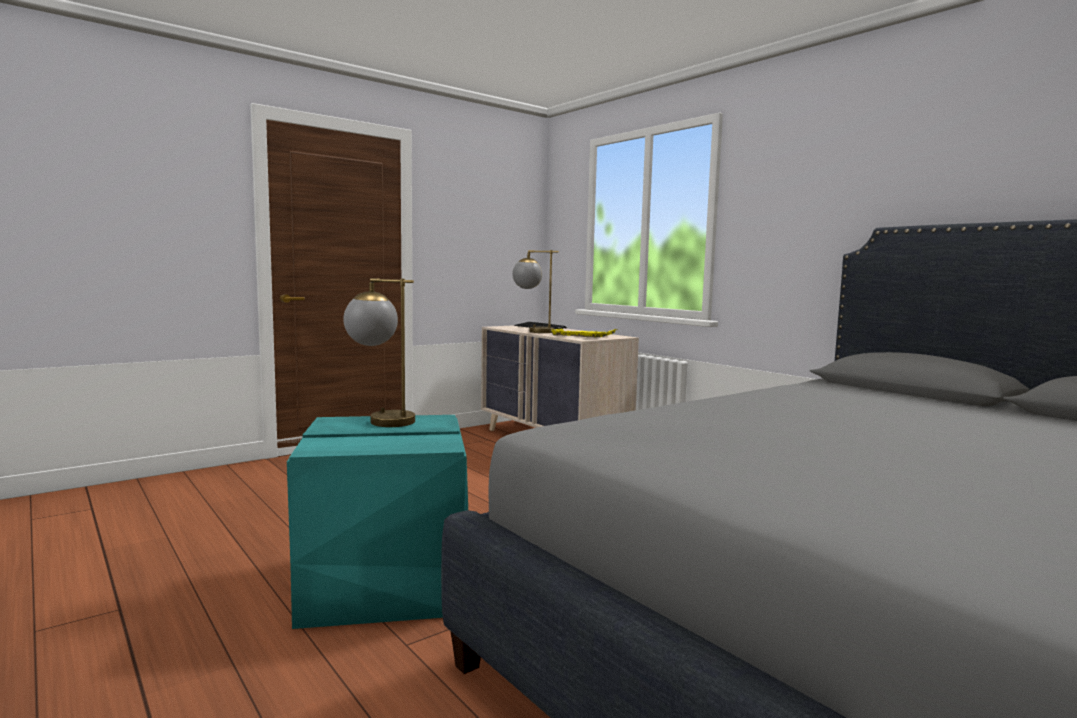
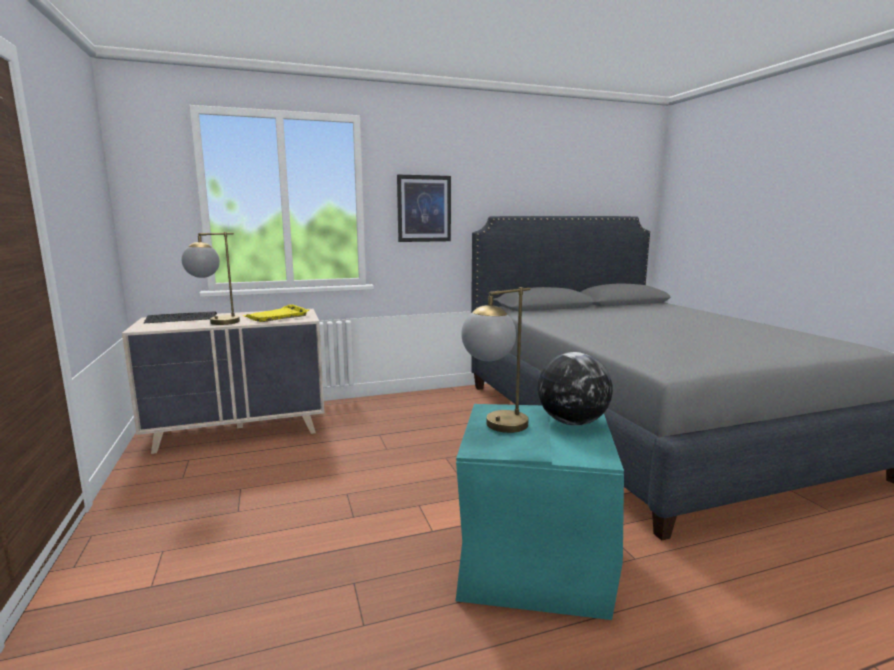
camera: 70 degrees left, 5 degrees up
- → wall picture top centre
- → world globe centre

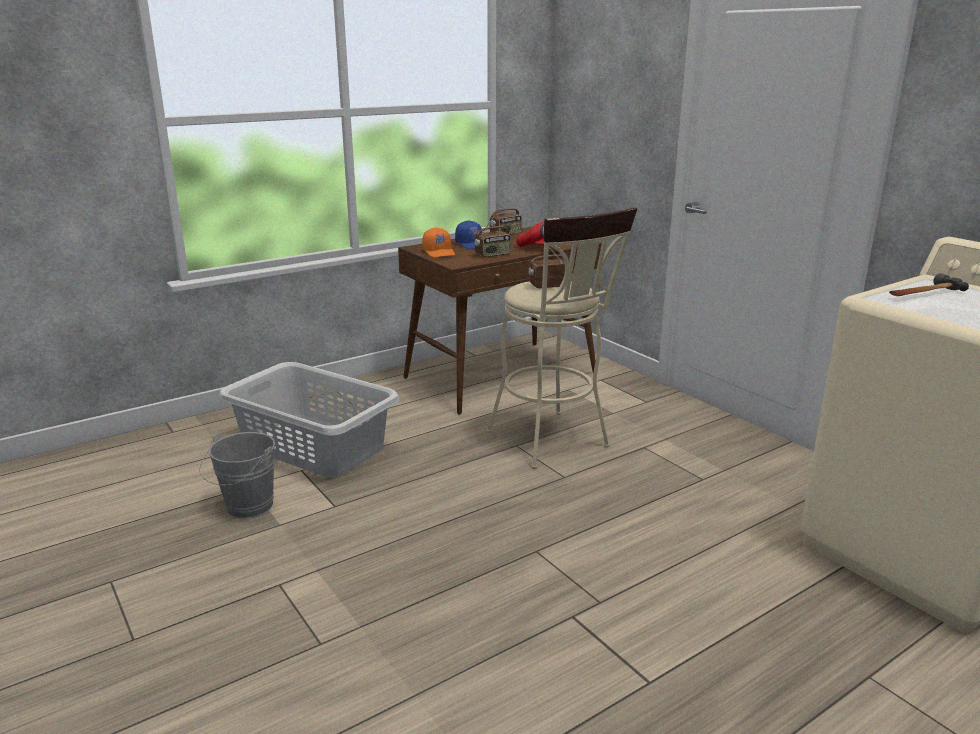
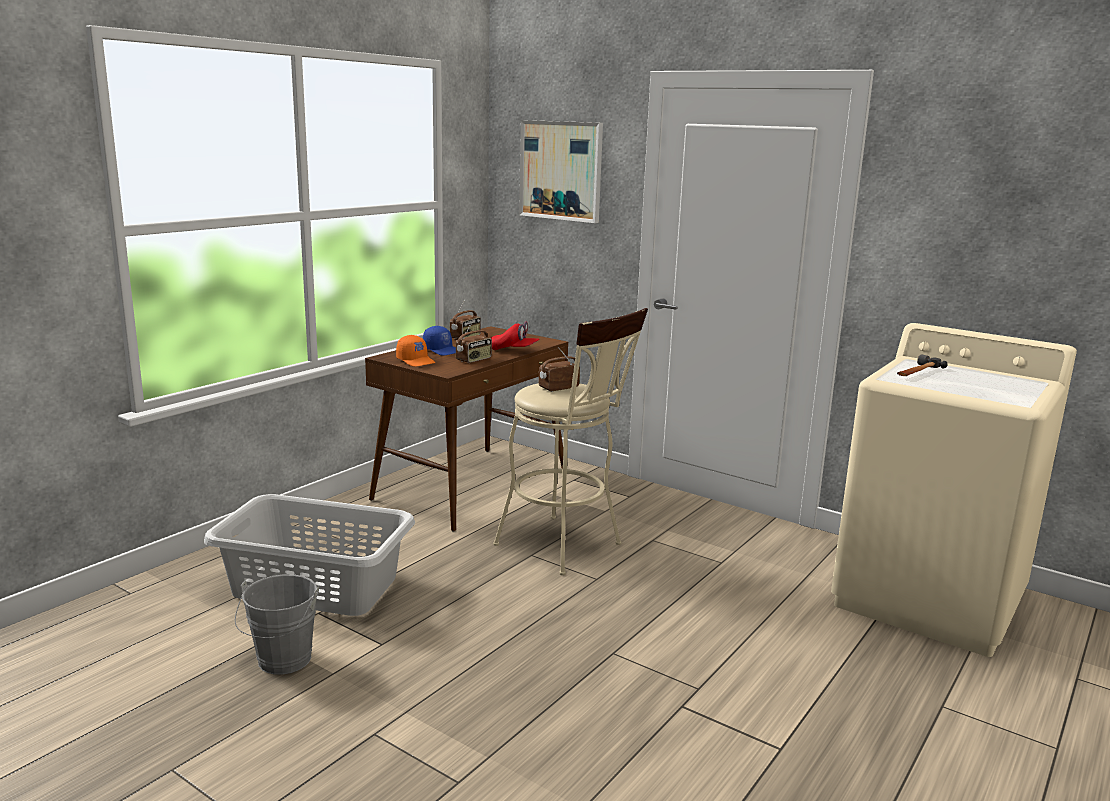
camera: 20 degrees left, 5 degrees down
- → wall picture top centre

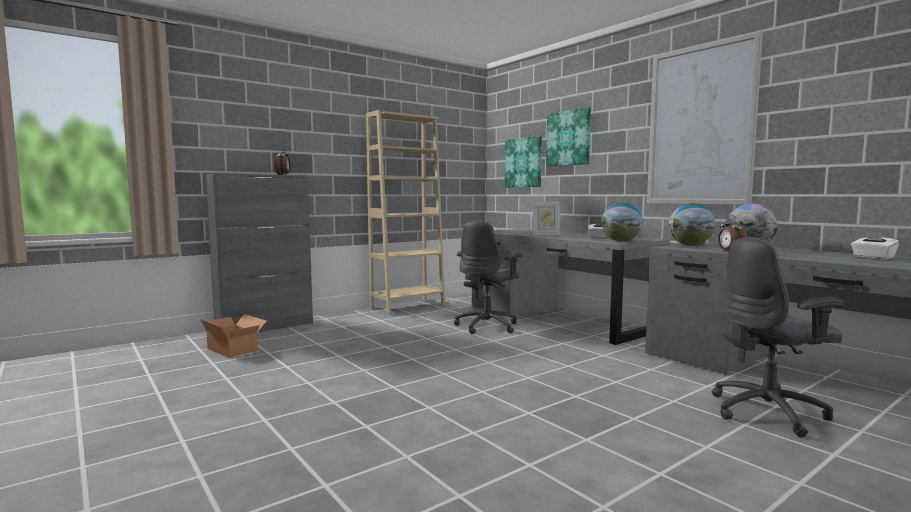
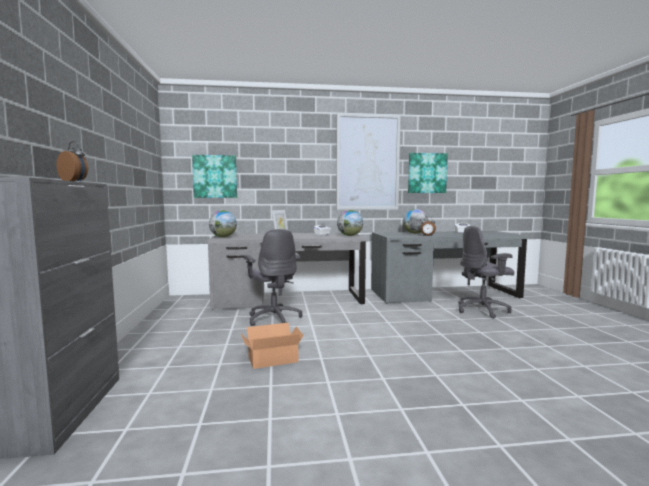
camera: 60 degrees left, 0 degrees up
bookcase/sand-coloured centre → -
carton middle left → carton bottom centre, relocated
wall picture (no. 2 from left in the first image) top centre → wall picture (no. 3 from left) centre, relocated
world globe (no. 2 from left in the first image) middle right → world globe (no. 1 from left) centre, relocated
computer chair/greyish (no. 2 from left) middle right, 60 degrees clockwise

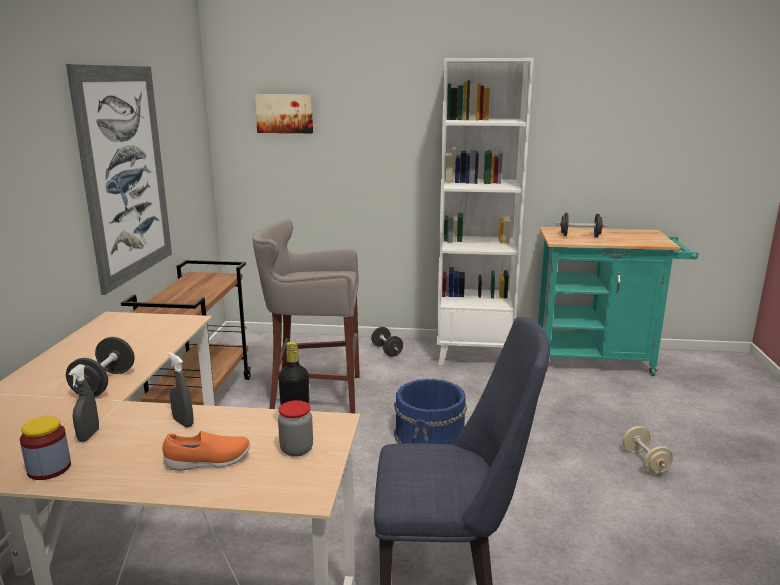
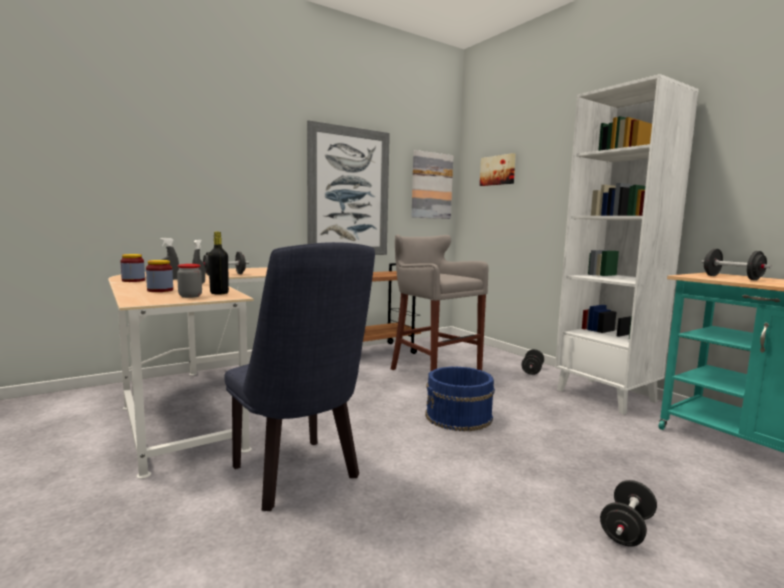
camera: 50 degrees right, 10 degrees down
- → wall picture (no. 2 from left) top centre
low shoe/orange bottom left → preserve jar (no. 2 from left) middle left
dumbbell/sand-coloured bottom right → dumbbell/black (no. 3 from left) bottom right

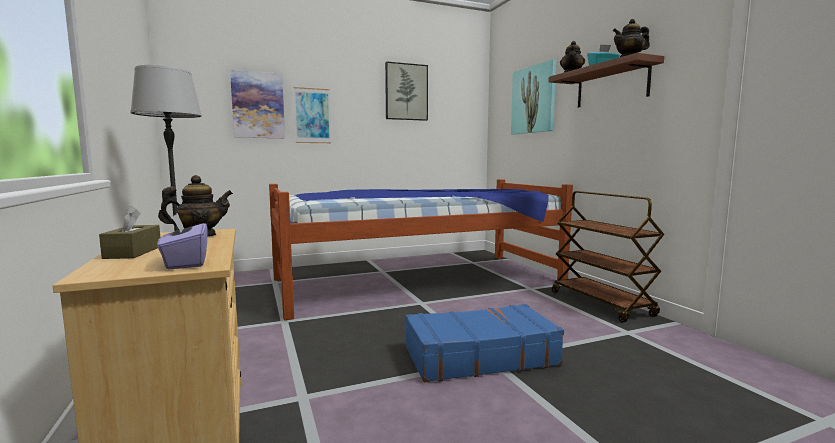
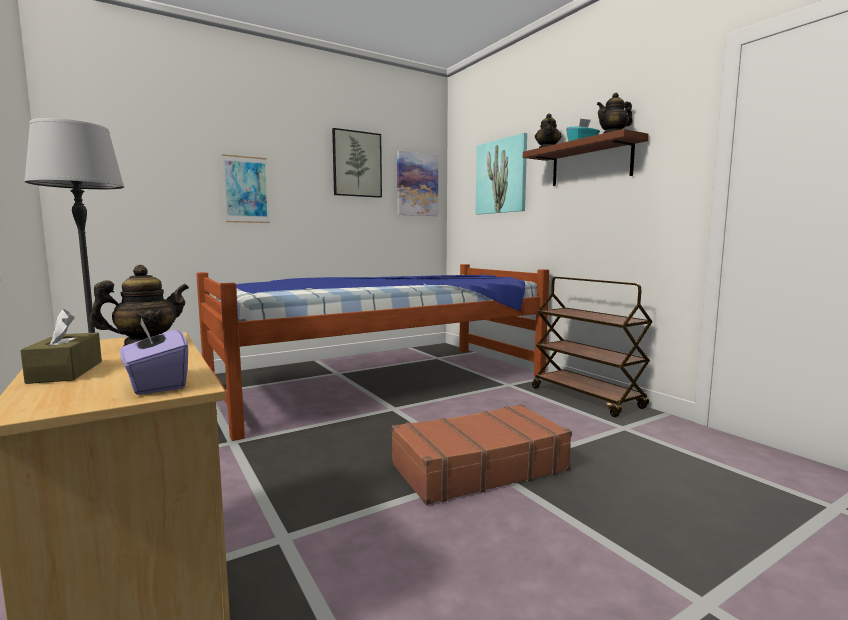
camera: 10 degrees left, 0 degrees up
wall picture (no. 1 from left in the first image) top left → wall picture (no. 3 from left) top centre, relocated
travel case/blue-coloured bottom centre → travel case/brownish bottom centre

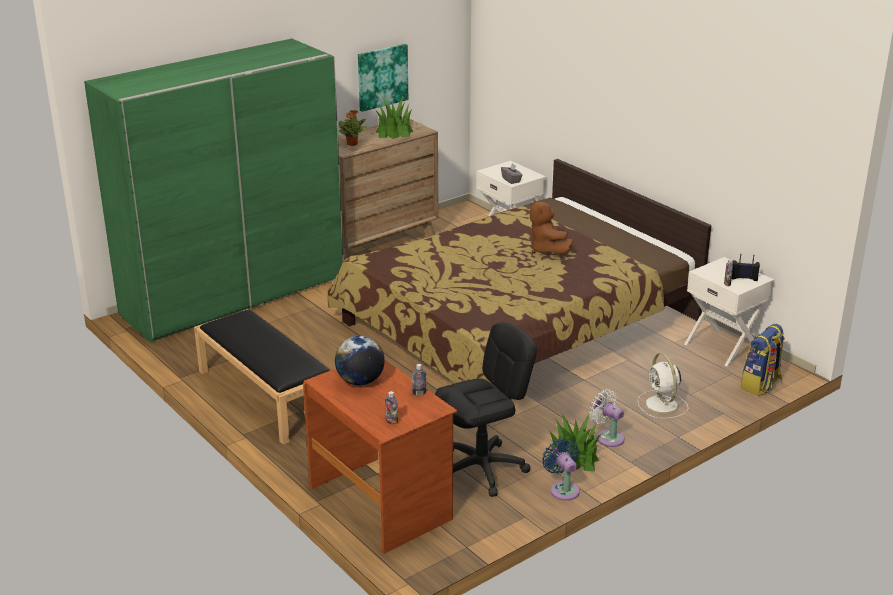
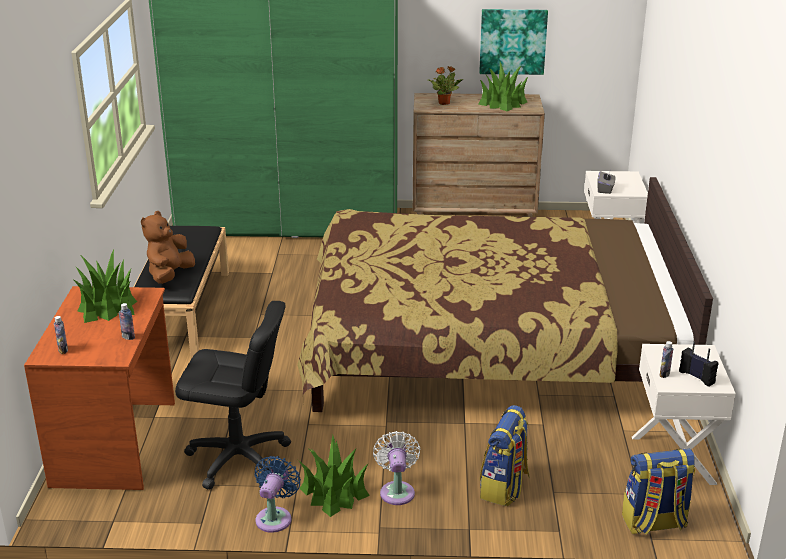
camera: 40 degrees right, 0 degrees up
soft toy/brownish centre → soft toy/brownish middle left, relocated
world globe centre → potted plant (no. 1 from left) middle left
cooling fan/white (no. 2 from left) middle right → backpack (no. 1 from left) bottom centre

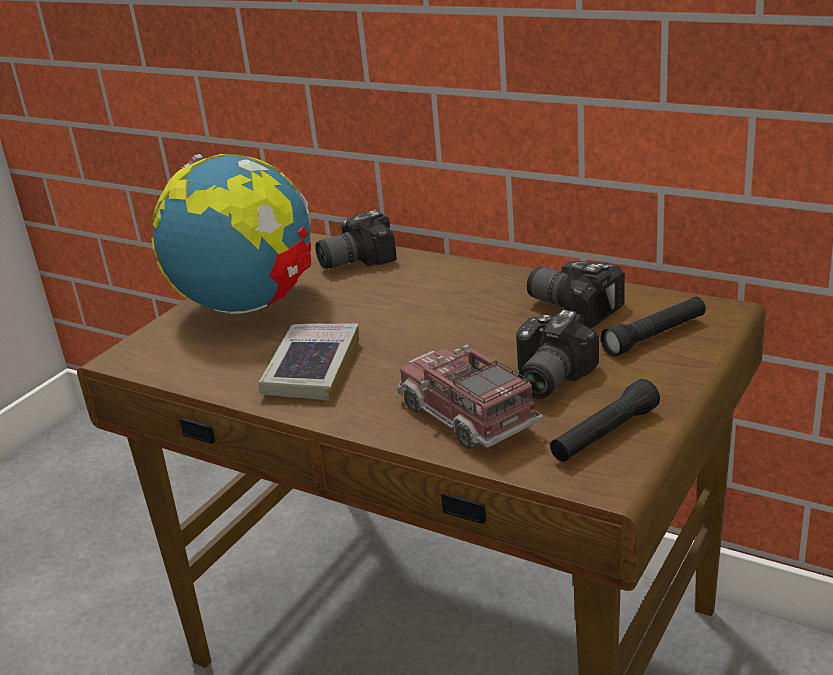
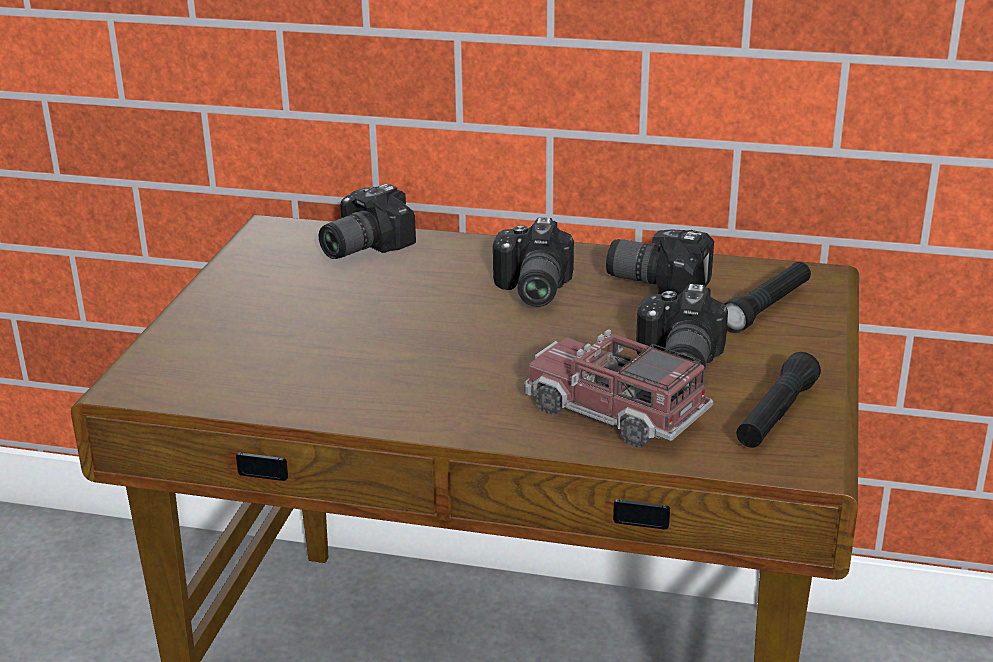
camera: 20 degrees left, 0 degrees up
world globe middle left → -
volume centre → -
- → still camera (no. 2 from left) centre

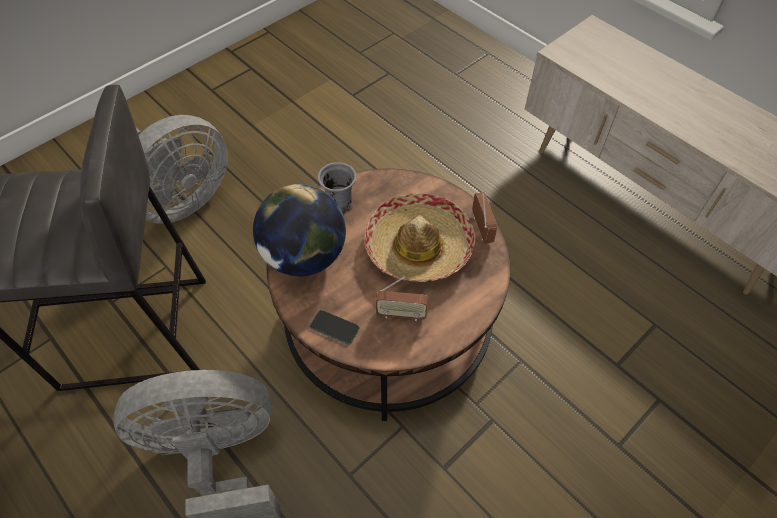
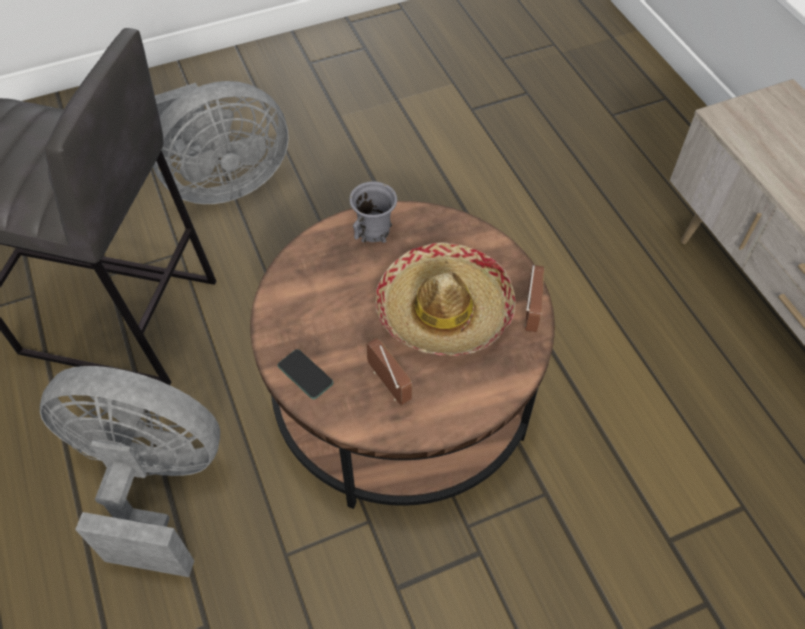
camera: 20 degrees right, 0 degrees up
world globe centre → -
radio receiver (no. 1 from left) centre, 150 degrees counterclockwise

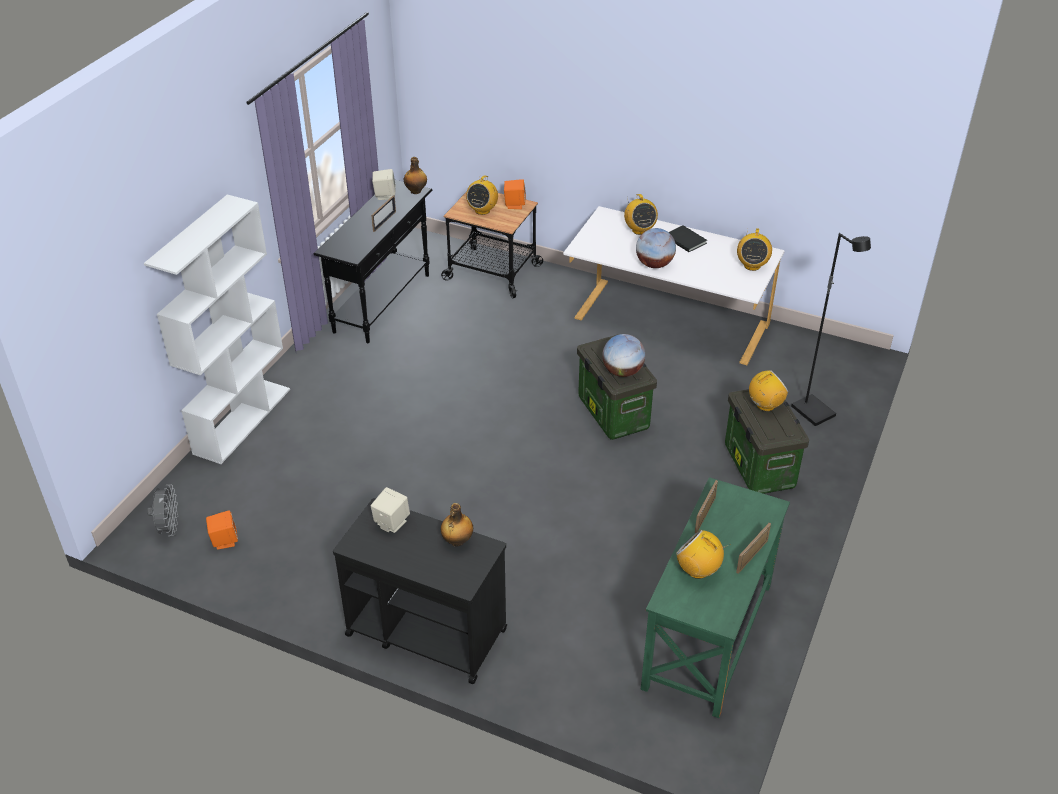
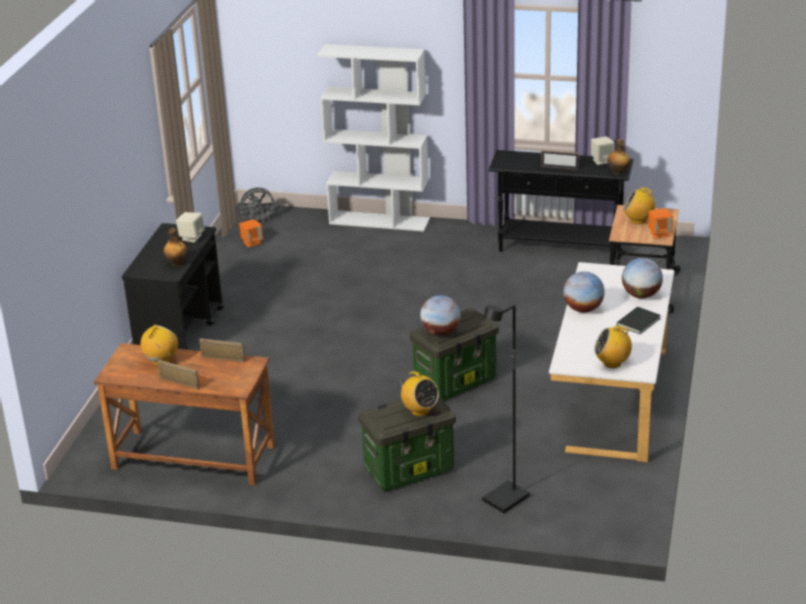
camera: 80 degrees right, 10 degrees down
radio receiver (no. 2 from left) top centre → world globe (no. 3 from left) middle right
desk table/greenish bottom right → desk table/brownish bottom left

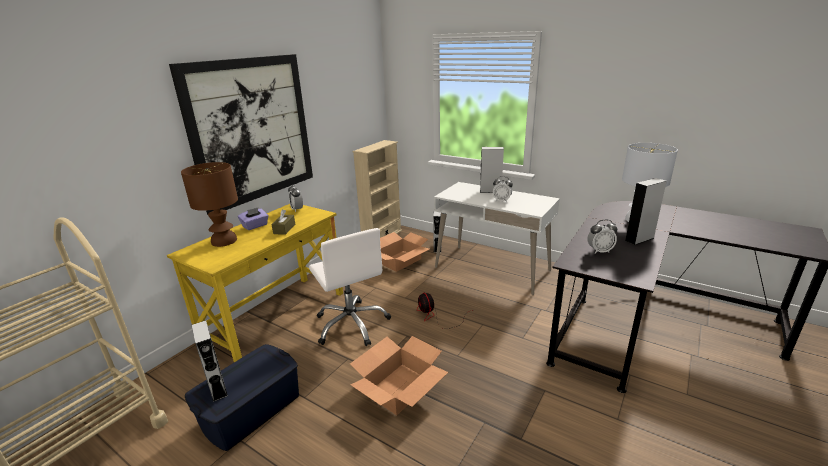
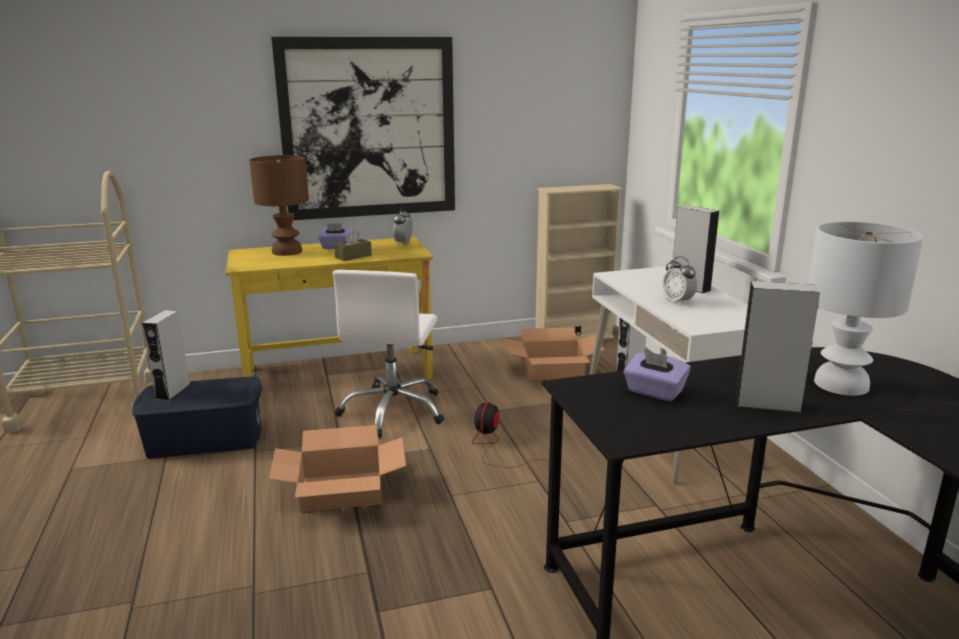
camera: 40 degrees right, 5 degrees down
table clock (no. 3 from left) middle right → tissue box/purplish (no. 2 from left) middle right

